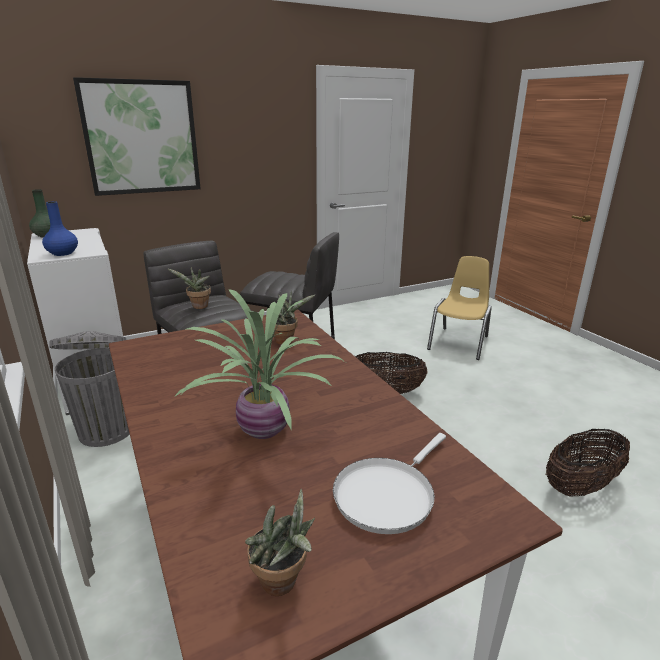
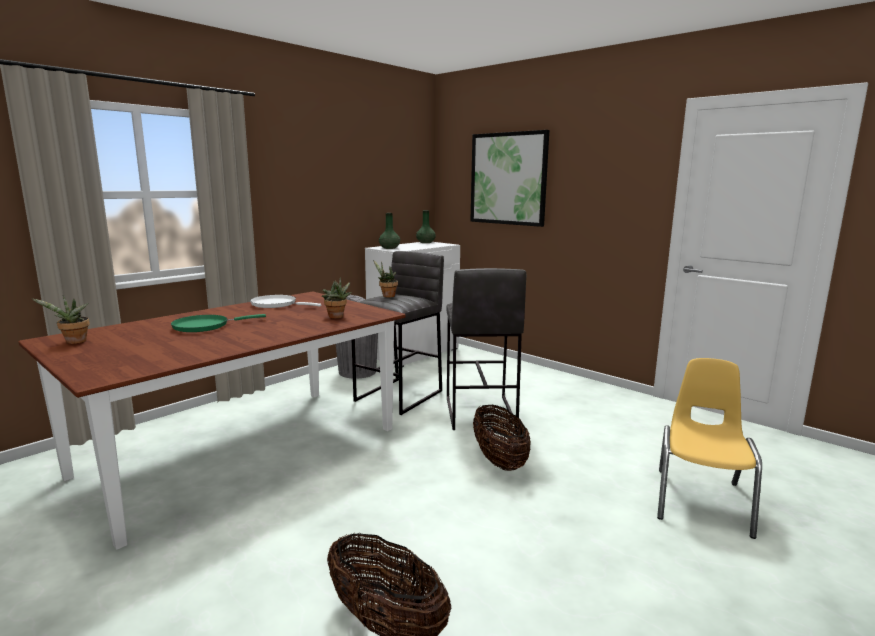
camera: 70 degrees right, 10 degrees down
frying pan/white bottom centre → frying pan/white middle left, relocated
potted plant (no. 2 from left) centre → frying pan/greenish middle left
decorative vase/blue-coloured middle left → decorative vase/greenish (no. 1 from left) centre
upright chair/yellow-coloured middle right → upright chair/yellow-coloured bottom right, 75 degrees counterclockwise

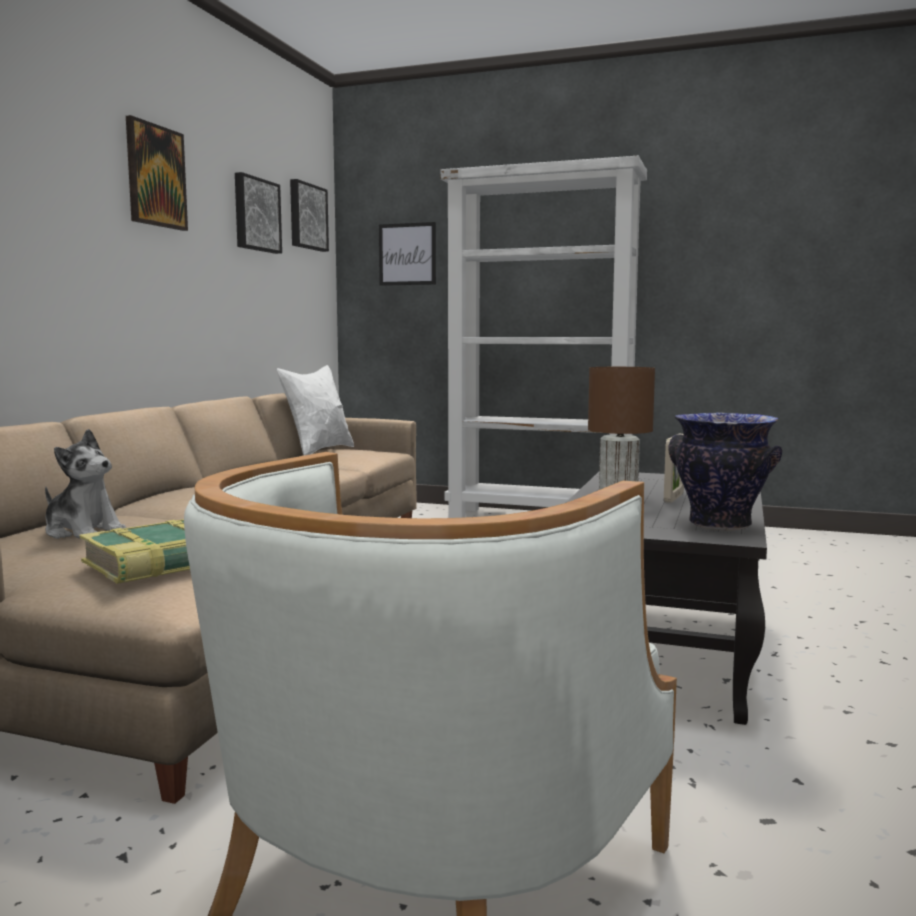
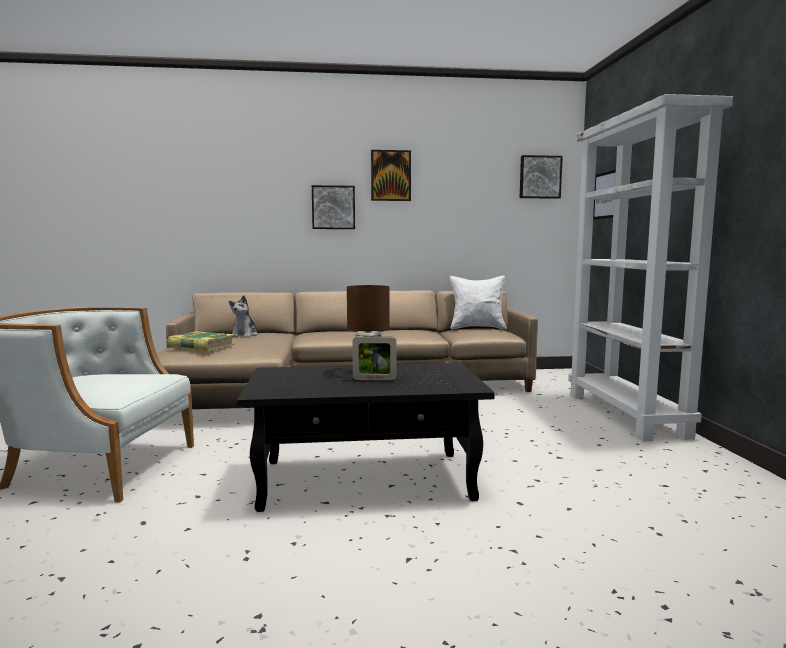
camera: 65 degrees right, 0 degrees up
decorative vase middle right → -
wall picture (no. 2 from left in the first image) top left → wall picture (no. 1 from left) top centre, relocated

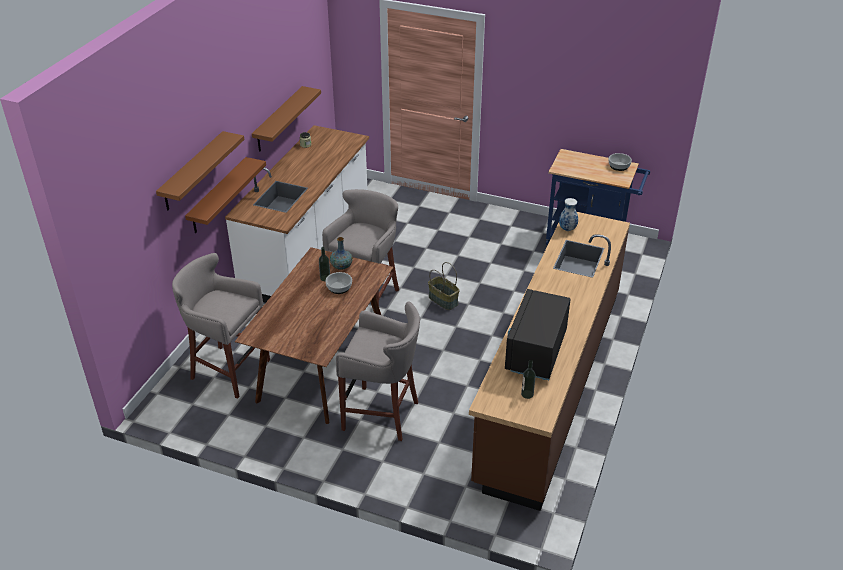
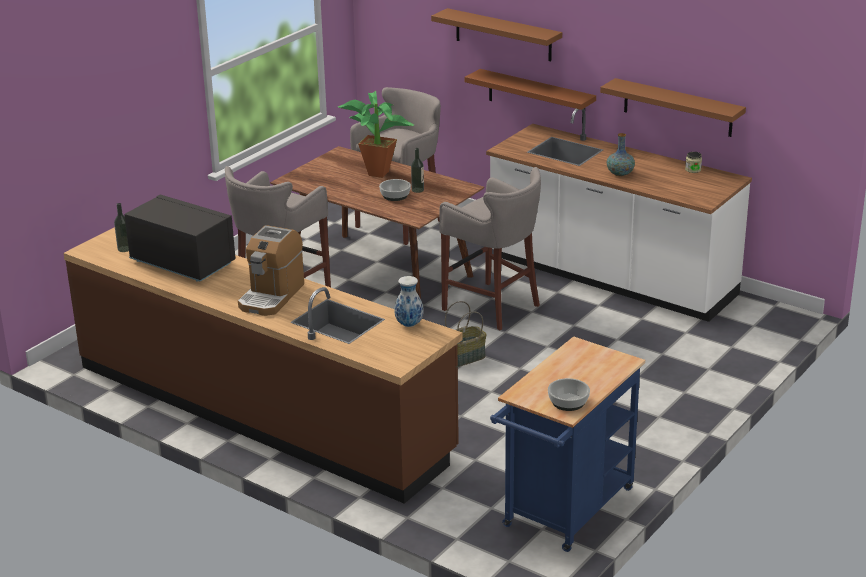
camera: 105 degrees right, 10 degrees down
- → coffee brewer middle left
- → potted plant top centre
decorative vase (no. 1 from left in the first image) centre → decorative vase (no. 2 from left) top right, relocated

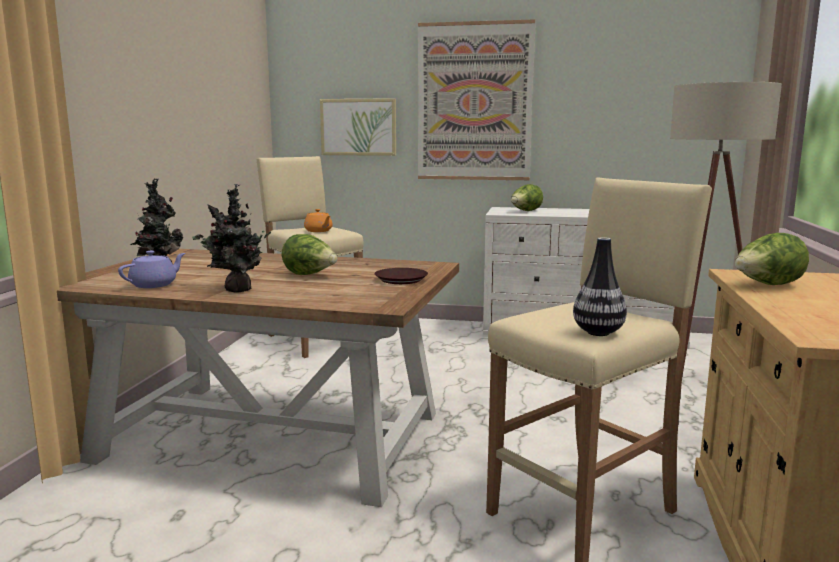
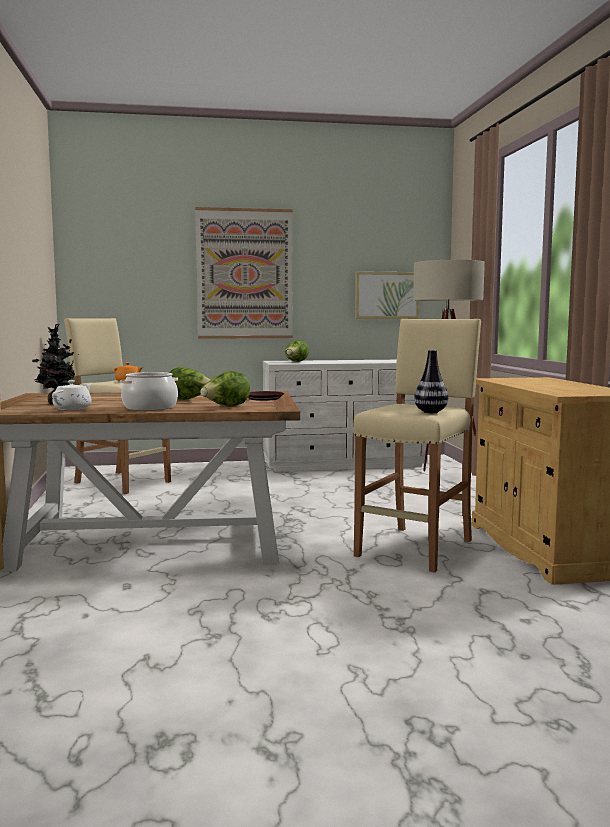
camera: 20 degrees left, 5 degrees down
wall picture (no. 1 from left in the first image) top centre → wall picture (no. 2 from left) centre, relocated
lettuce head (no. 3 from left in the first image) middle right → lettuce head (no. 2 from left) centre, relocated
potted plant (no. 2 from left) middle left → stockpot middle left
teapot/purplish middle left → teapot/white middle left

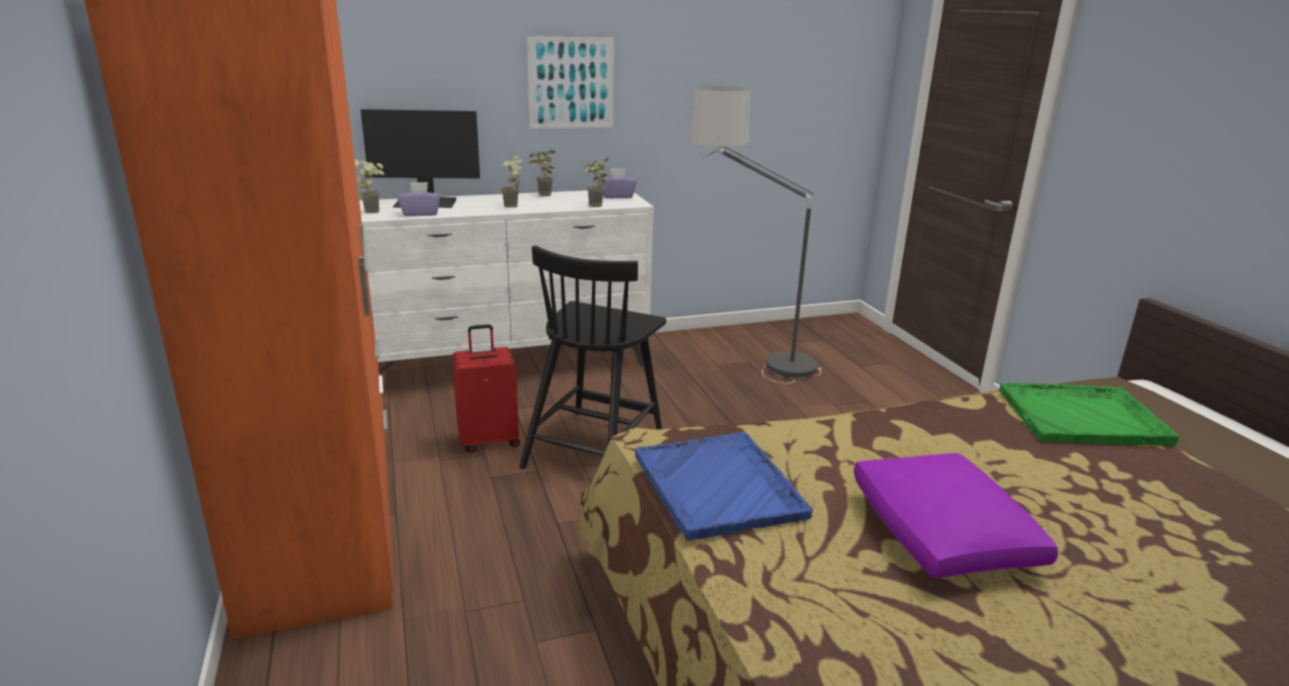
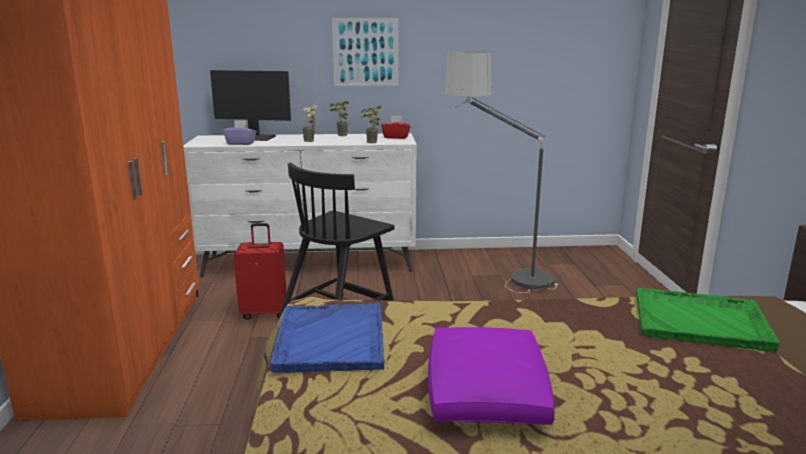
camera: 15 degrees right, 5 degrees down
potted plant (no. 1 from left) top left → -
tissue box/purplish (no. 2 from left) top centre → tissue box/reddish top centre

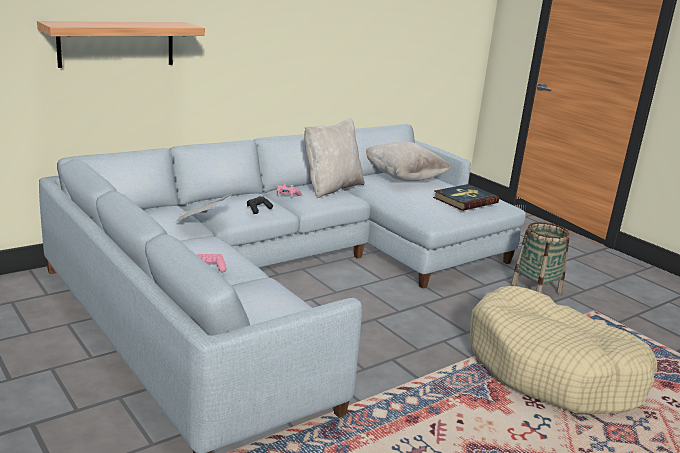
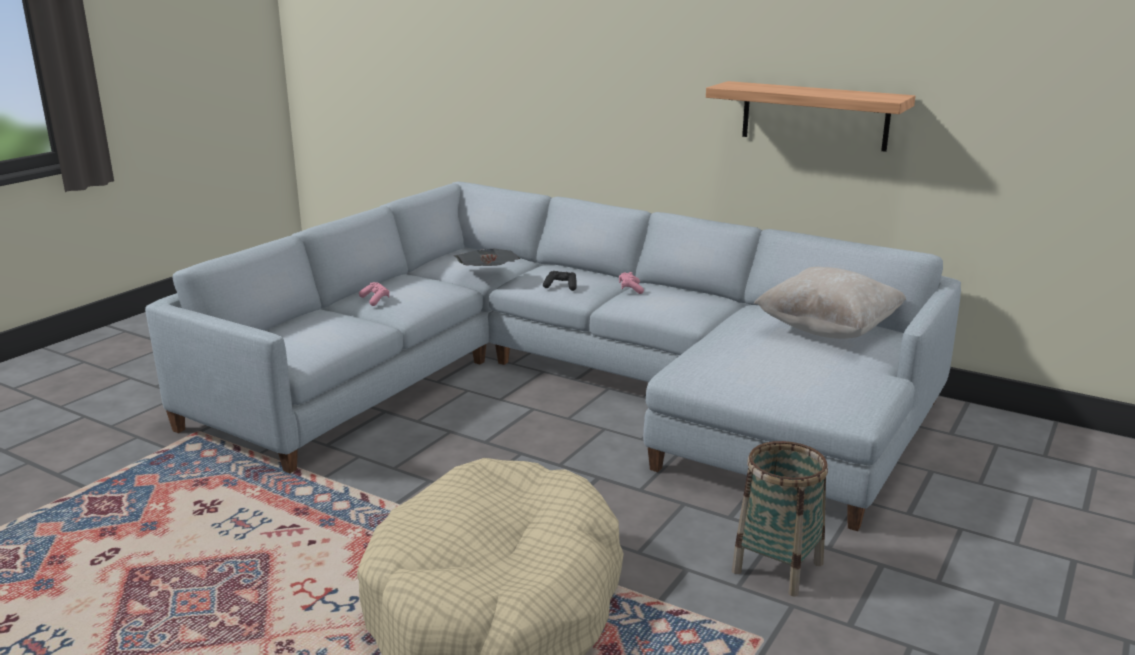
camera: 70 degrees right, 0 degrees up
cushion/sand-coloured (no. 1 from left) centre → -
volume middle right → -
wall shelf top left → wall shelf top right, relocated

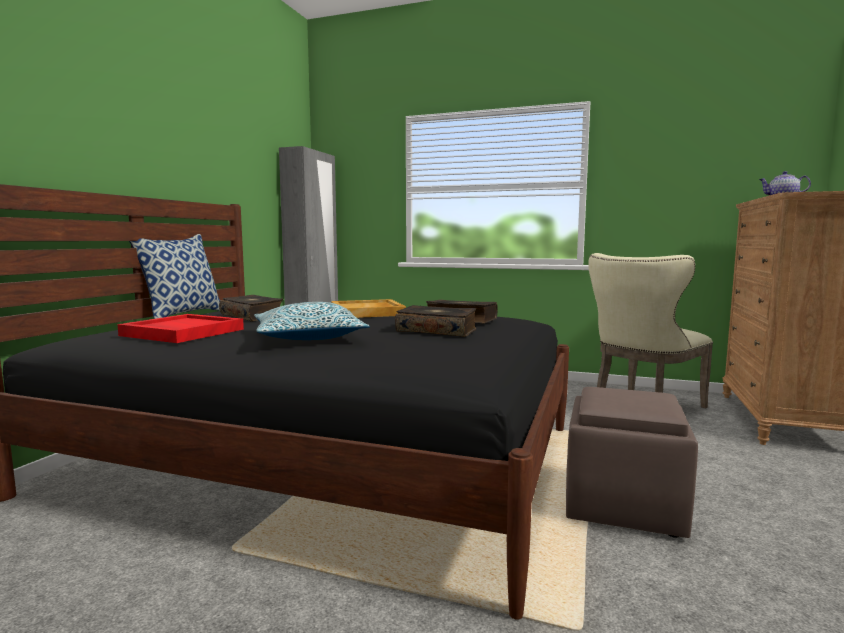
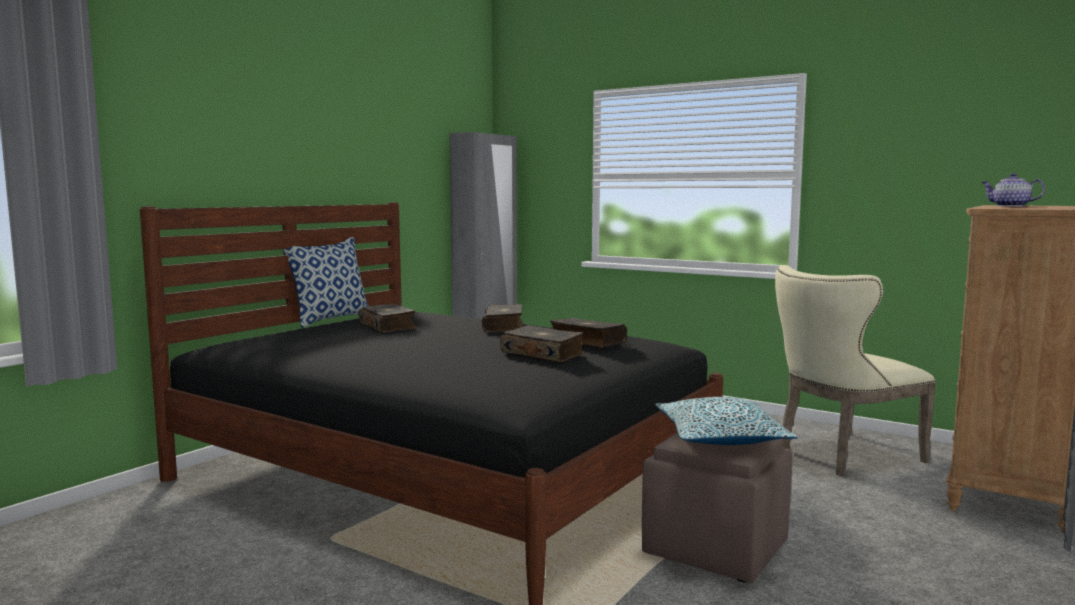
camera: 15 degrees right, 0 degrees up
serving tray/reddish middle left → -
cushion (no. 2 from left) centre → cushion (no. 2 from left) bottom right, relocated
serving tray/sand-coloured centre → volume (no. 2 from left) centre

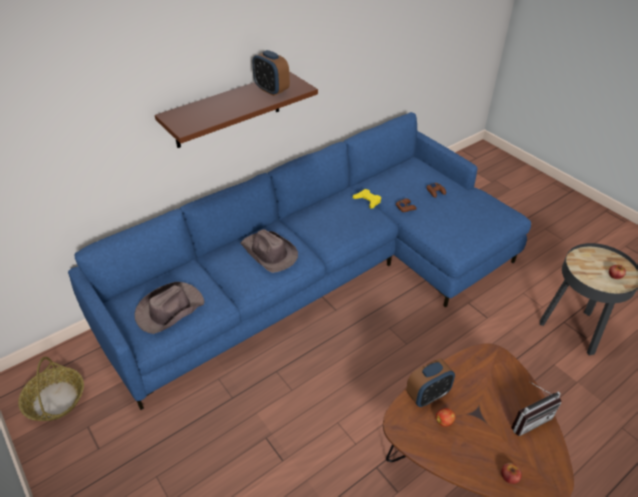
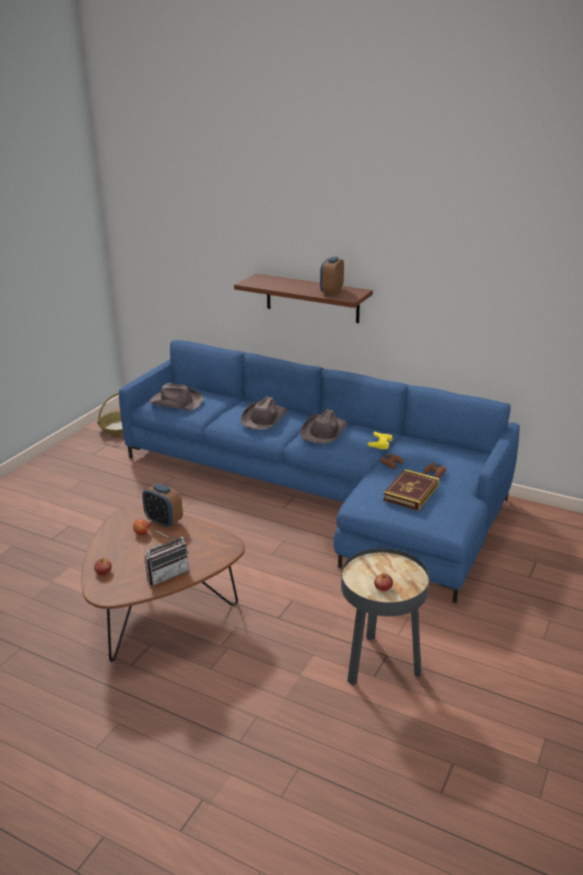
camera: 65 degrees right, 15 degrees down
- → clothing hat/brownish (no. 3 from left) centre
- → volume middle right
radio receiver bottom right → radio receiver middle left, 75 degrees counterclockwise

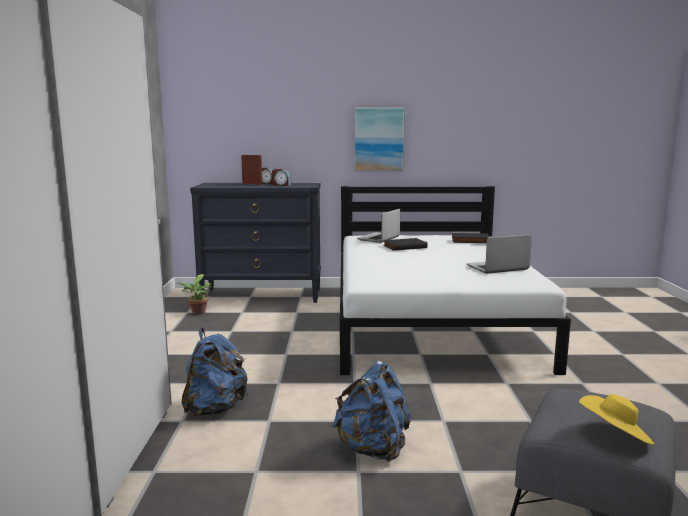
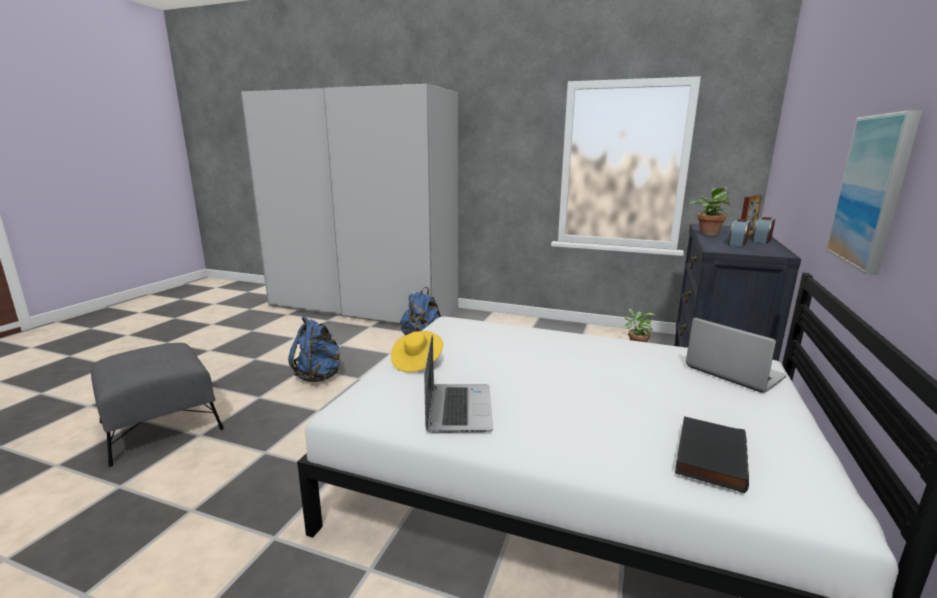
camera: 110 degrees right, 5 degrees up
volume/black (no. 1 from left) centre → -
- → potted plant (no. 2 from left) middle right
clothing hat/yellow-coloured bottom right → clothing hat/yellow-coloured centre, relocated

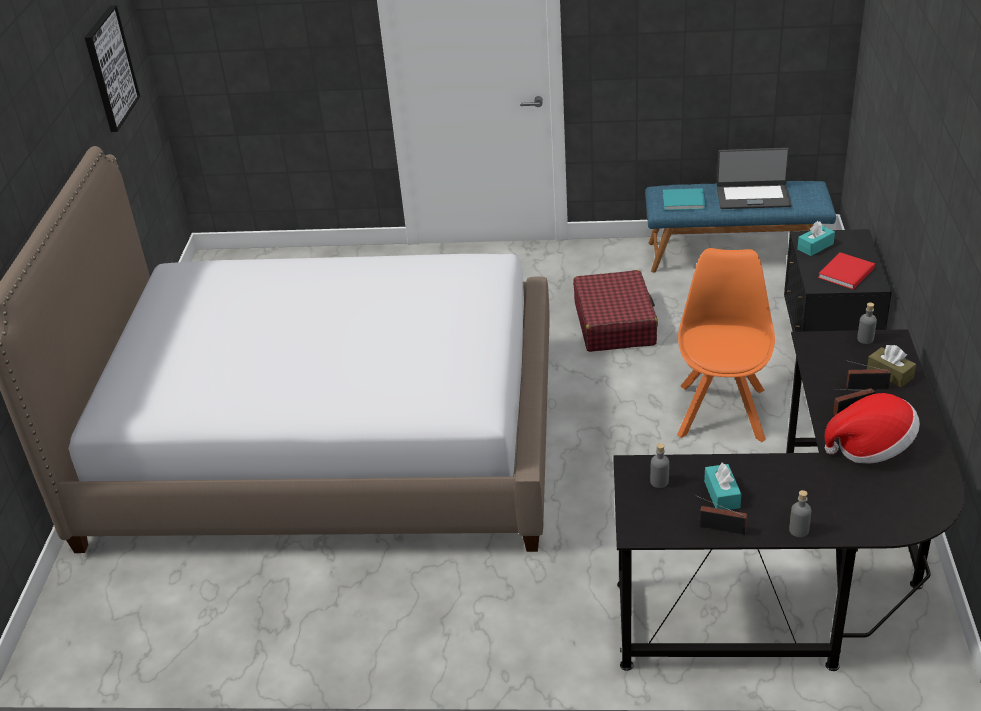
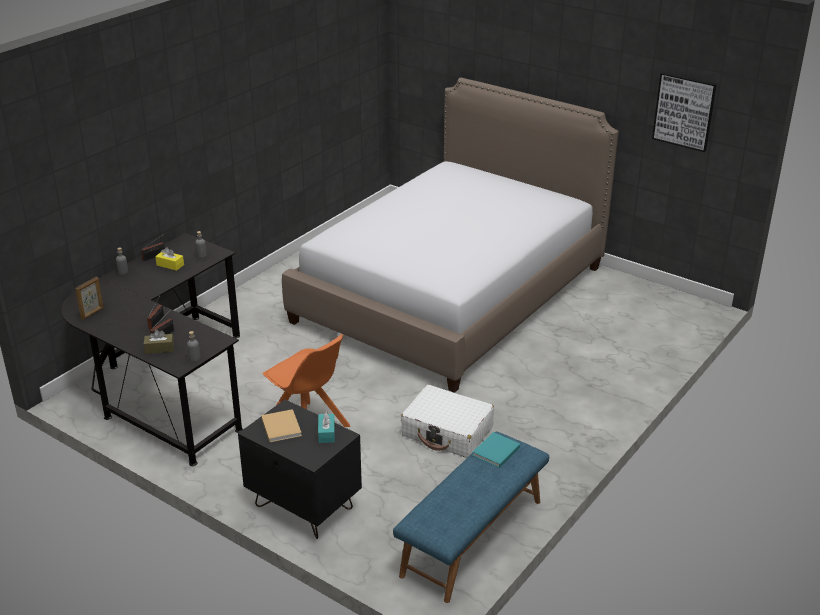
camera: 120 degrees right, 5 degrees down
laptop top right → -
clothing hat middle right → -
- → standing frame middle left
travel case/reddish centre → travel case/white bottom centre
tissue box/blue-green (no. 1 from left) bottom right → tissue box/yellow-coloured middle left
volume/reddish middle right → volume/sand-coloured bottom centre

